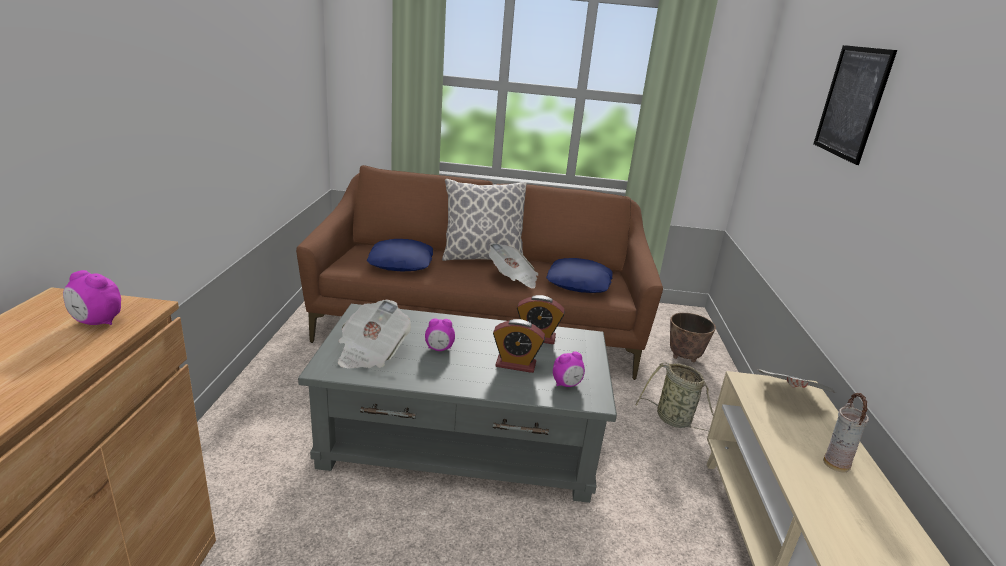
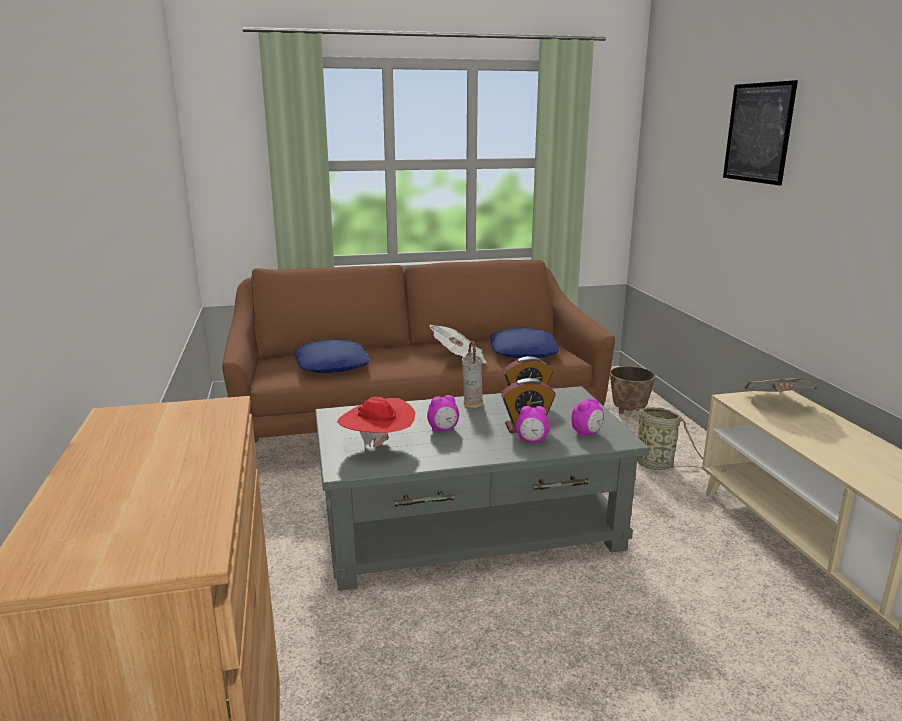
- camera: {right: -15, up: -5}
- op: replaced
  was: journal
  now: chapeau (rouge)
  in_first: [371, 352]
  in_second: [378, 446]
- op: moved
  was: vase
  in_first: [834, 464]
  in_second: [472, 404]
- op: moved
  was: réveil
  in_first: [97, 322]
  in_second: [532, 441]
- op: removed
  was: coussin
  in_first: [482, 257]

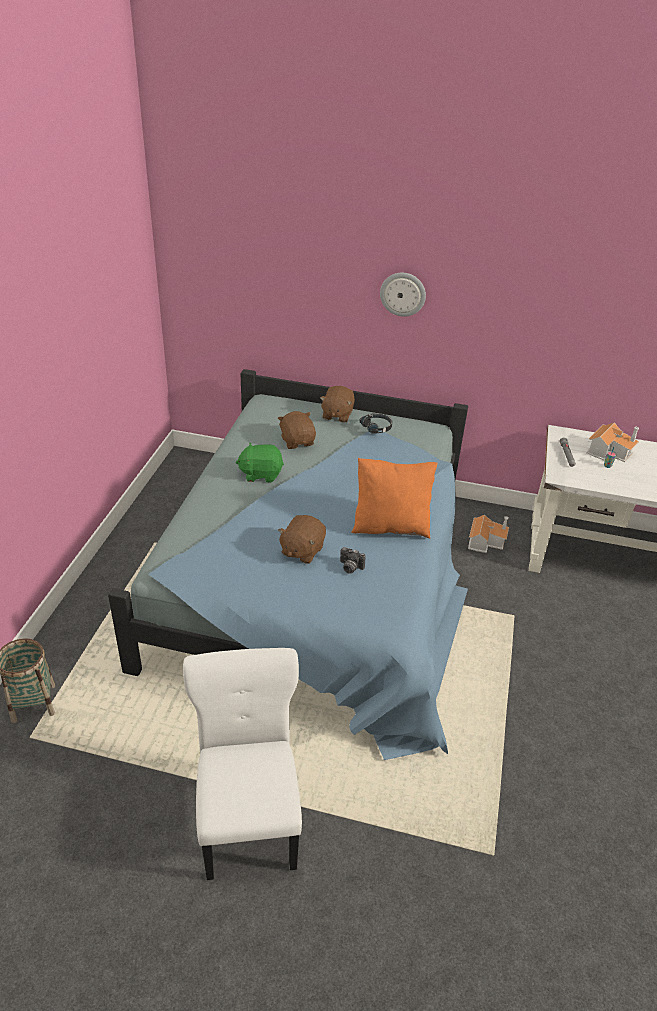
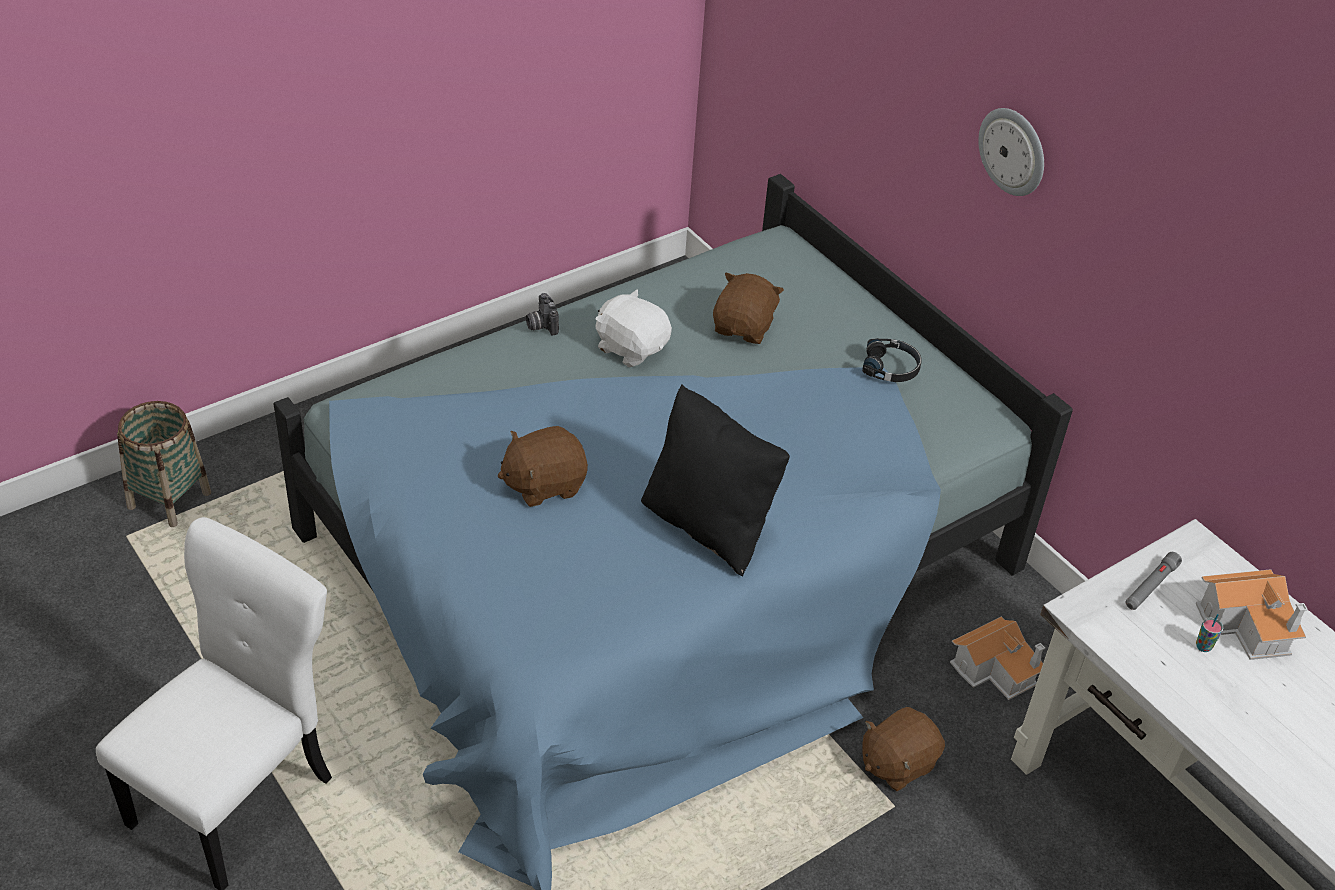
- camera: {right: 40, up: 5}
- op: moved
  was: appareil photo
  in_first: [350, 567]
  in_second: [541, 325]
- op: recoloured
  was: peluche (vert)
  now: peluche (blanc)
  in_first: [261, 474]
  in_second: [631, 348]
- op: recoloured
  was: coussin (orange)
  now: coussin (noir)
  in_first: [390, 526]
  in_second: [708, 525]
- op: moved
  was: peluche (marron)
  in_first: [337, 415]
  in_second: [897, 763]

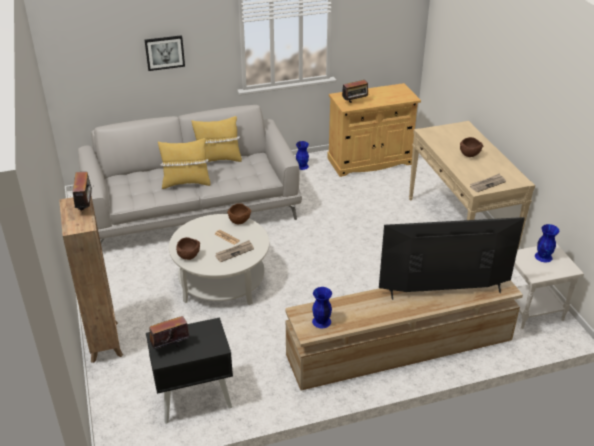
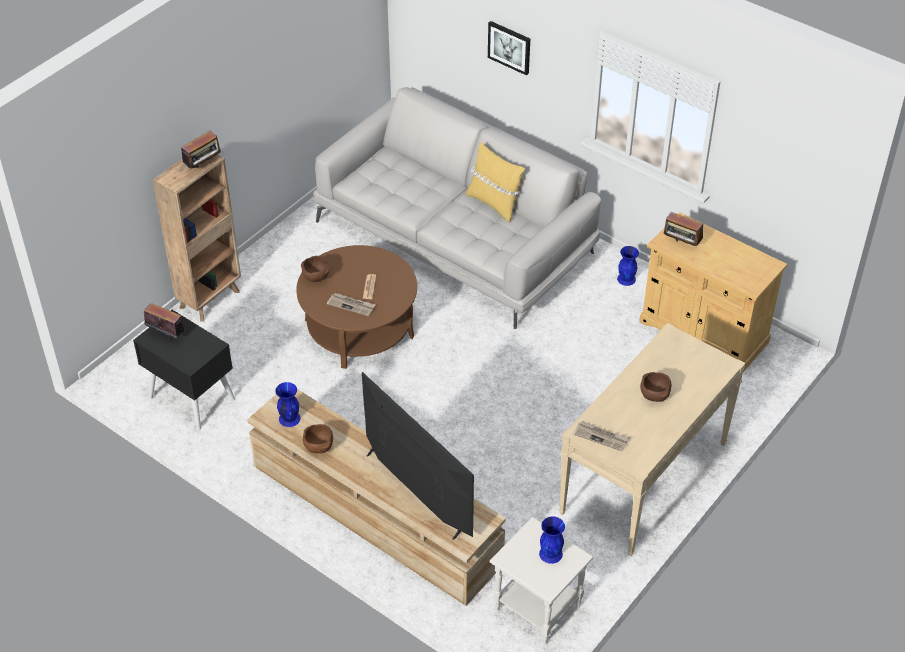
- camera: {right: 55, up: 10}
- op: recoloured
  was: table basse (blanc)
  now: table basse (marron)
  in_first: [222, 281]
  in_second: [359, 328]
- op: moved
  was: bol (marron)
  in_first: [239, 221]
  in_second: [319, 448]
- op: removed
  was: coussin (jaune)
  in_first: [186, 183]

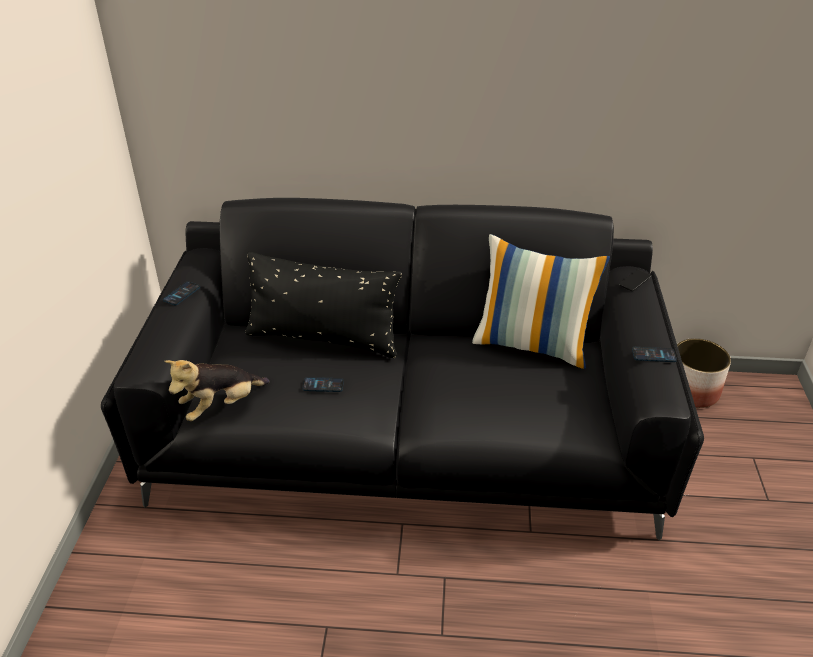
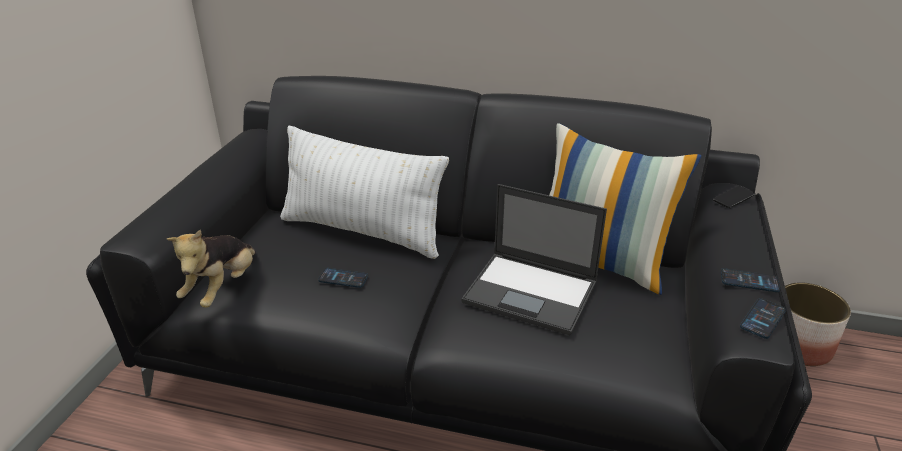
- camera: {right: 10, up: -5}
- op: turned
  was: peluche
  in_first: [221, 406]
  in_second: [222, 288]
  clockwise: -45
- op: recoloured
  was: coussin (noir)
  now: coussin (blanc)
  in_first: [323, 339]
  in_second: [362, 231]
- op: added
  now: ordinateur portable
  in_second: [532, 292]
- op: moved
  was: téléphone
  in_first: [181, 294]
  in_second: [762, 319]

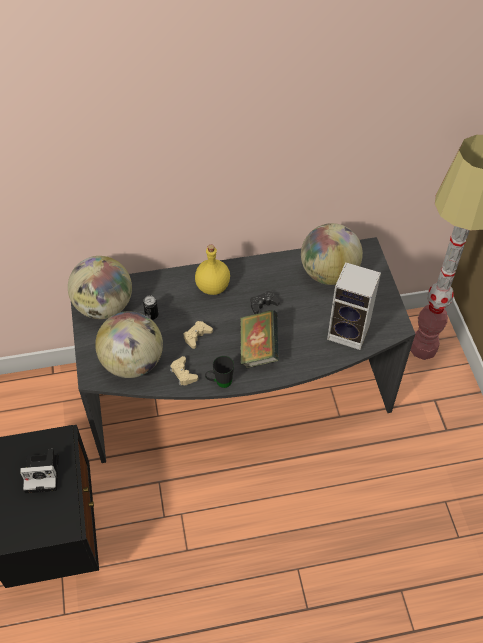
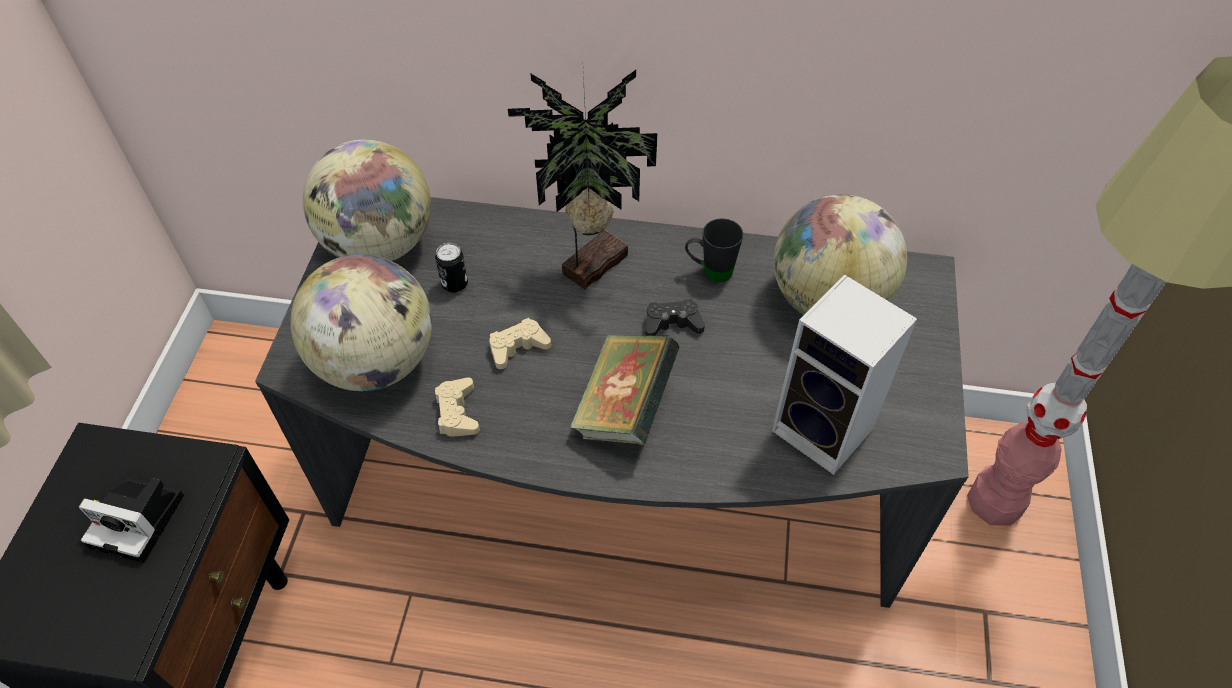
- camera: {right: 20, up: 0}
- op: replaced
  was: bouteille (jaune)
  now: plante en pot
  in_first: [212, 286]
  in_second: [590, 263]
- op: moved
  was: mug (noir)
  in_first: [219, 382]
  in_second: [710, 271]

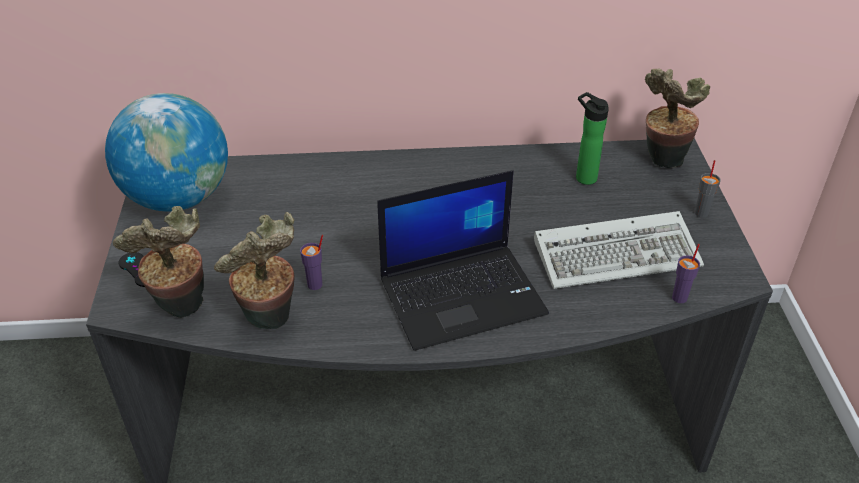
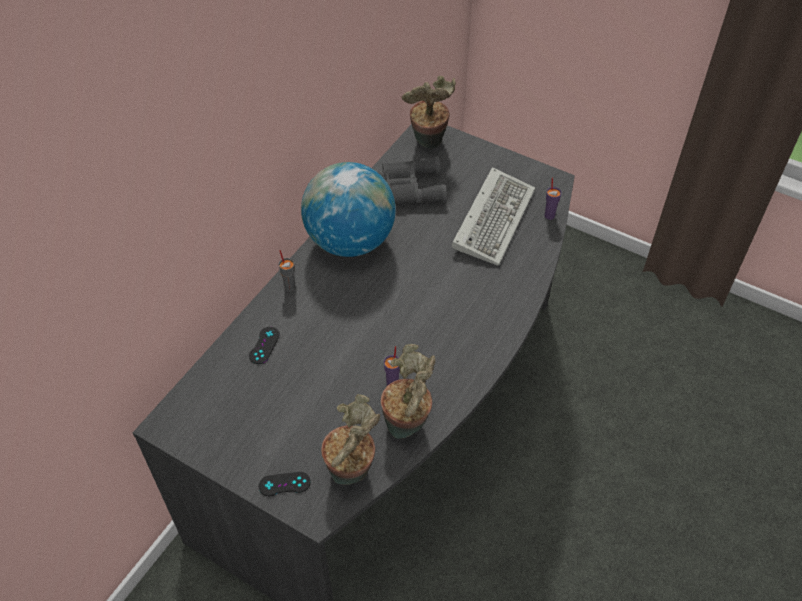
- camera: {right: -55, up: 10}
- op: added
  now: manette (noir)
  in_second: [264, 345]
- op: moved
  was: tasse (gris)
  in_first: [701, 213]
  in_second: [290, 286]
- op: moved
  was: globe
  in_first: [179, 198]
  in_second: [350, 241]
- op: replaced
  was: bouteille
  now: jumelles (gris)
  in_first: [583, 177]
  in_second: [409, 188]
- op: removed
  was: ordinateur portable
  in_first: [463, 294]

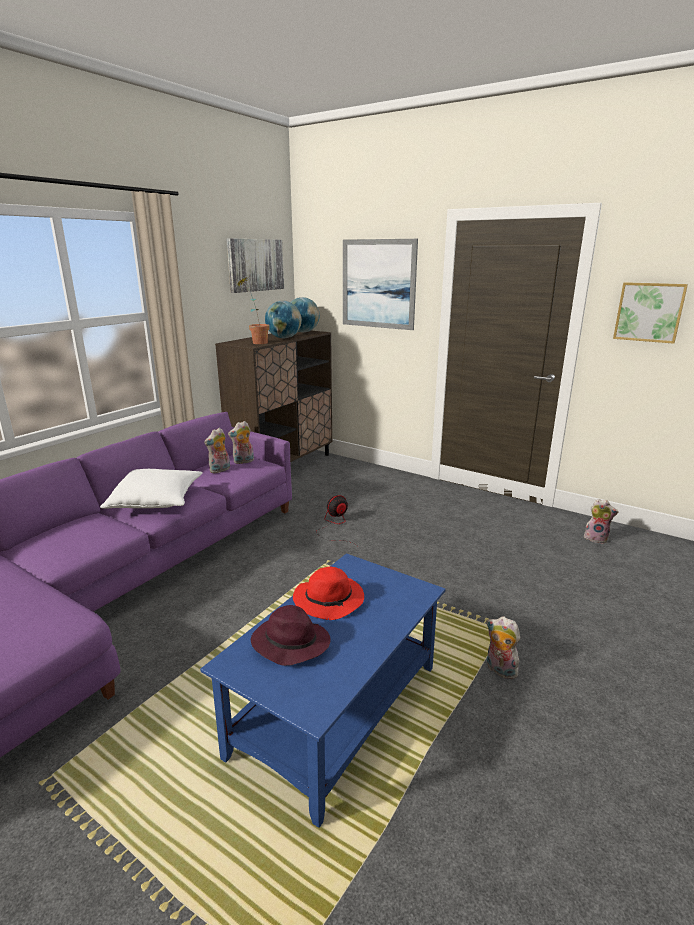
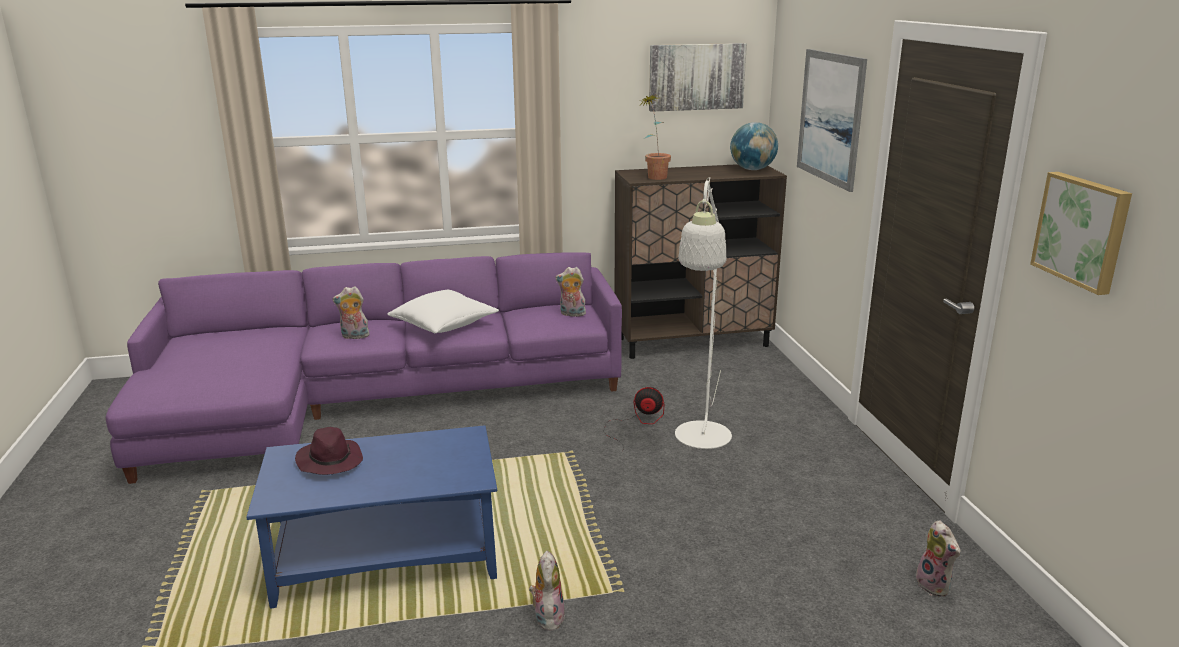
- camera: {right: 45, up: 0}
- op: moved
  was: peluche
  in_first: [220, 470]
  in_second: [354, 336]
- op: added
  now: lampadaire (blanc)
  in_second: [701, 442]
- op: removed
  was: globe
  in_first: [284, 338]
- op: removed
  was: chapeau (rouge)
  in_first: [330, 600]

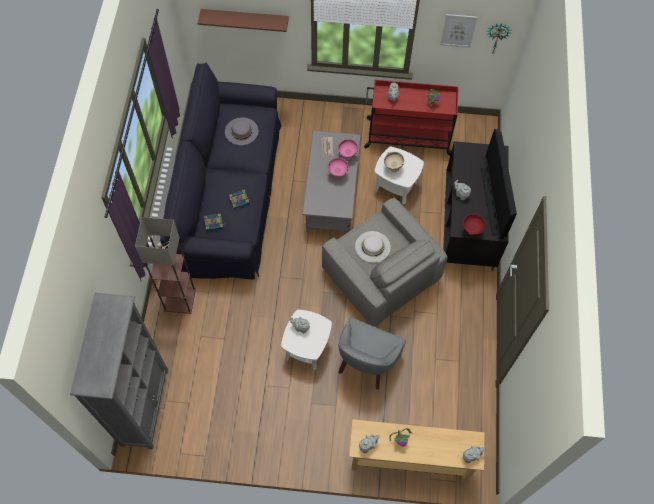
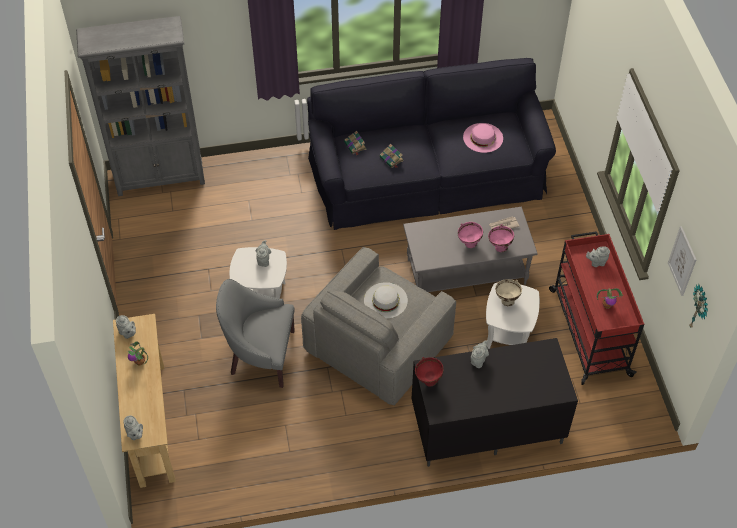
- camera: {right: 75, up: -10}
- op: recoloured
  was: chapeau (gris)
  now: chapeau (rose)
  in_first: [241, 131]
  in_second: [483, 137]
- op: removed
  was: lampadaire
  in_first: [179, 299]
- op: removed
  was: étagère (marron)
  in_first: [245, 19]
- op: removed
  was: téléviseur
  in_first: [493, 201]

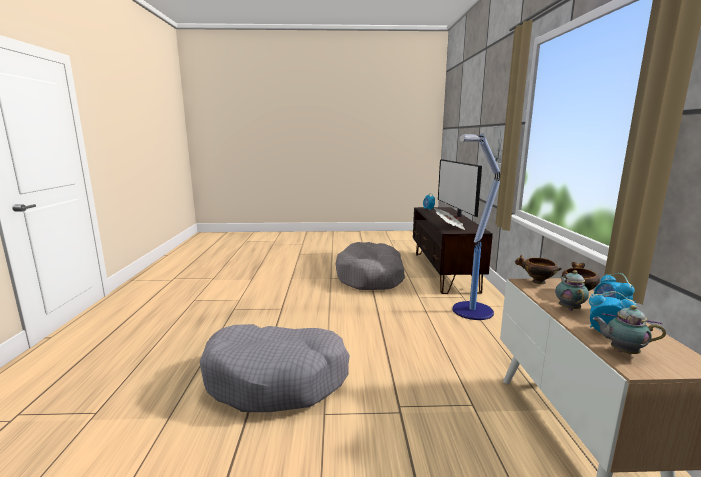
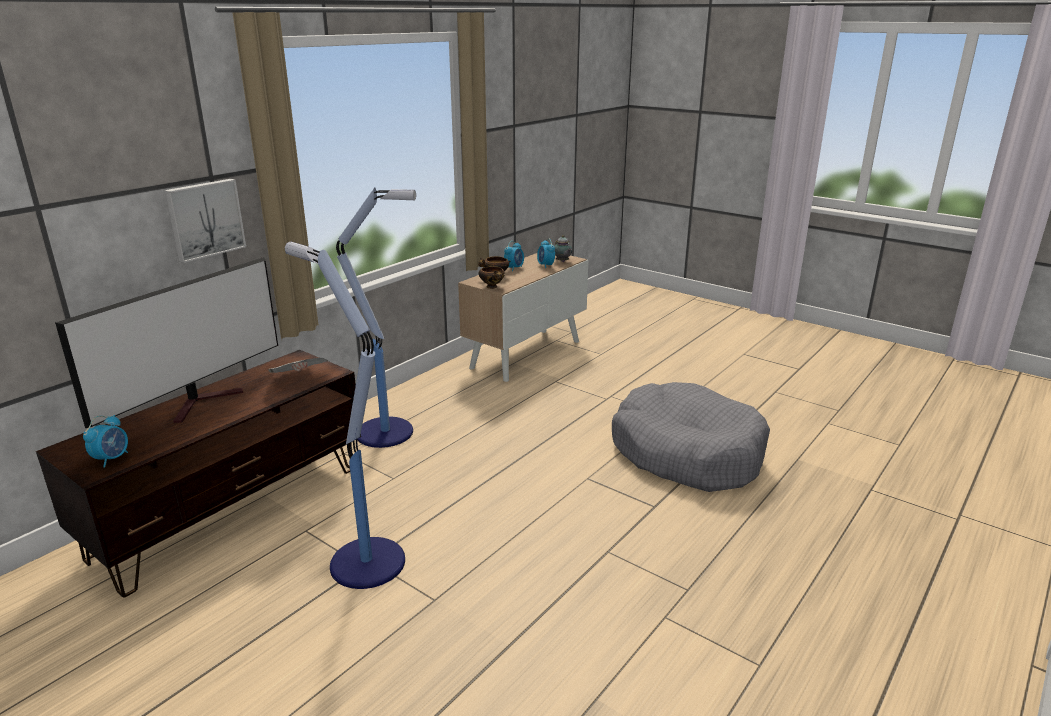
- camera: {right: -140, up: 10}
- op: replaced
  was: panier pour chien (gris)
  now: lampadaire
  in_first: [370, 277]
  in_second: [365, 561]
- op: removed
  was: théière
  in_first: [568, 308]

